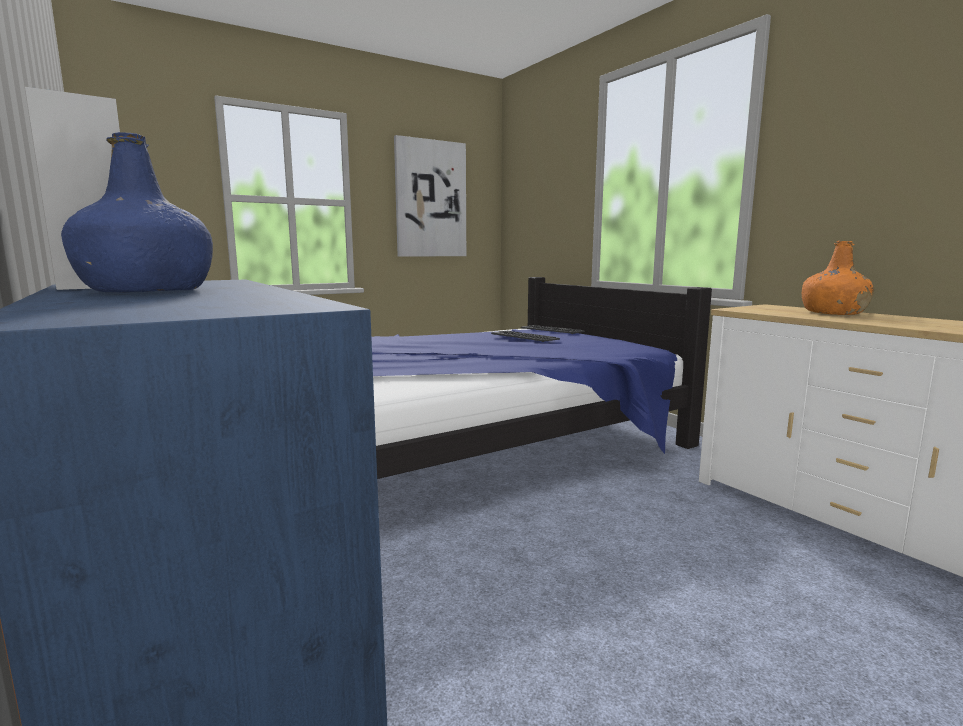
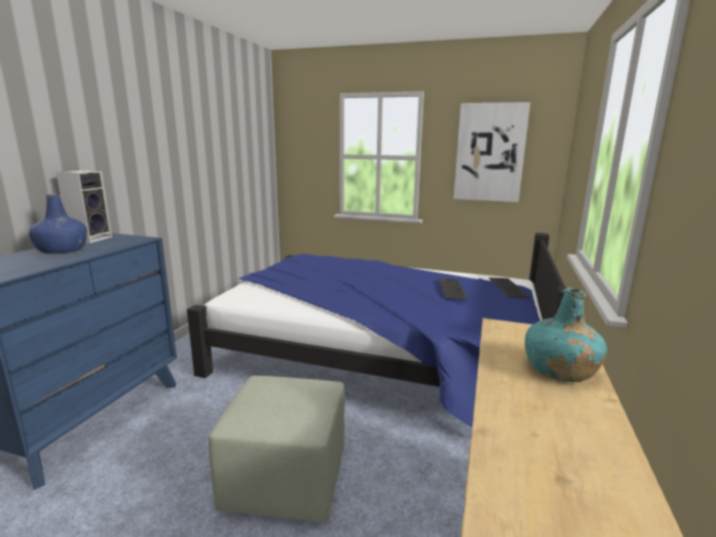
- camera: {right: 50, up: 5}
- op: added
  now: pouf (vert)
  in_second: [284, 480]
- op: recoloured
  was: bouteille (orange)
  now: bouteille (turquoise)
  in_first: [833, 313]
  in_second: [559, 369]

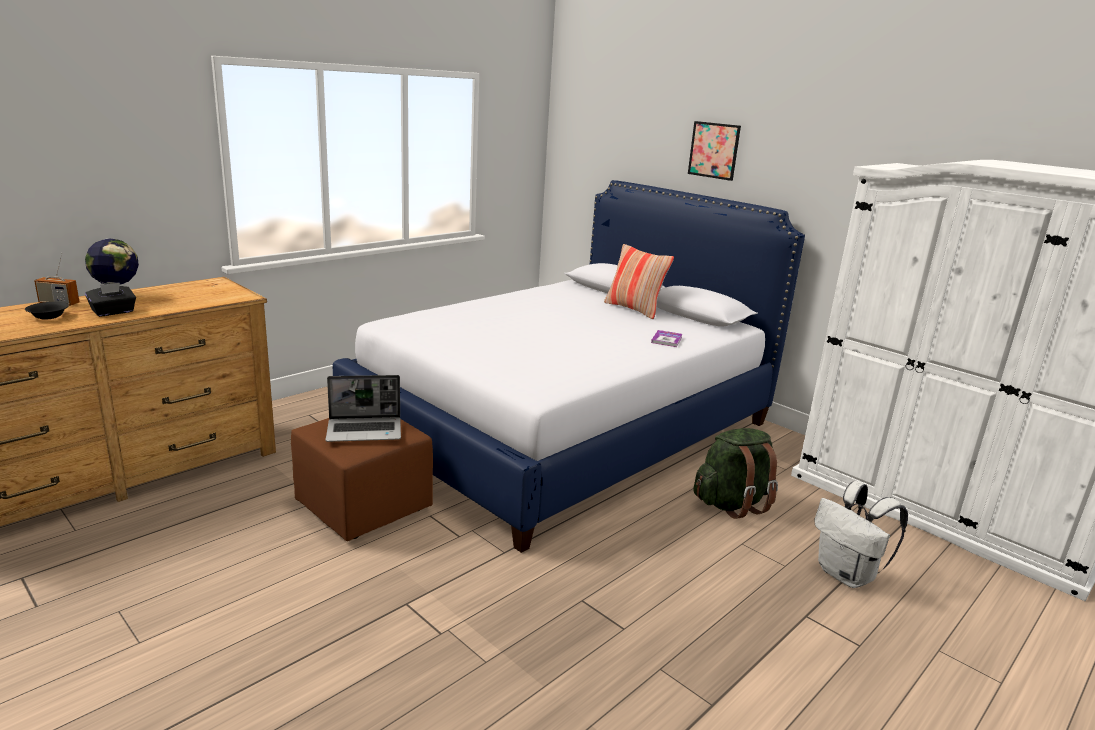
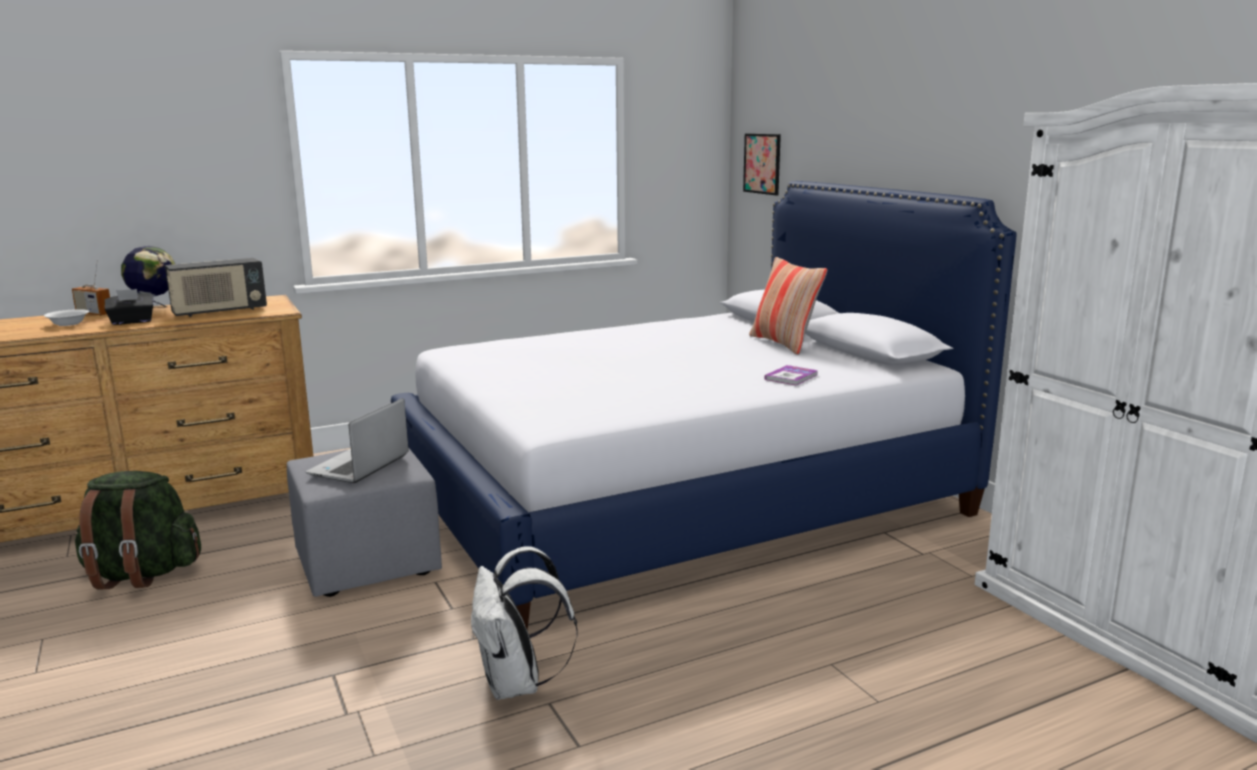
- camera: {right: 20, up: -5}
- op: recoloured
  was: bol (noir)
  now: bol (blanc)
  in_first: [48, 317]
  in_second: [68, 324]
- op: moved
  was: sac à dos (vert)
  in_first: [732, 504]
  in_second: [141, 574]
- op: added
  now: radio
  in_second: [219, 311]
- op: recoloured
  was: pouf (marron)
  now: pouf (gris)
  in_first: [365, 507]
  in_second: [368, 565]
- op: turned
  was: ordinateur portable
  in_first: [365, 431]
  in_second: [359, 466]
  clockwise: 105
- op: moved
  was: sac à dos (blanc)
  in_first: [847, 575]
  in_second: [517, 684]
- op: moved
  was: tableau
  in_first: [714, 150]
  in_second: [762, 163]

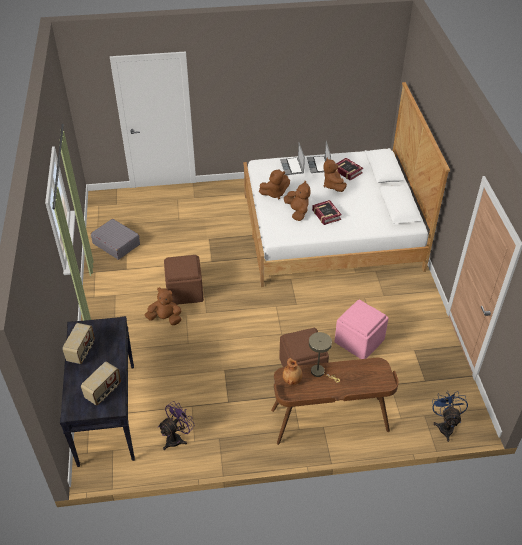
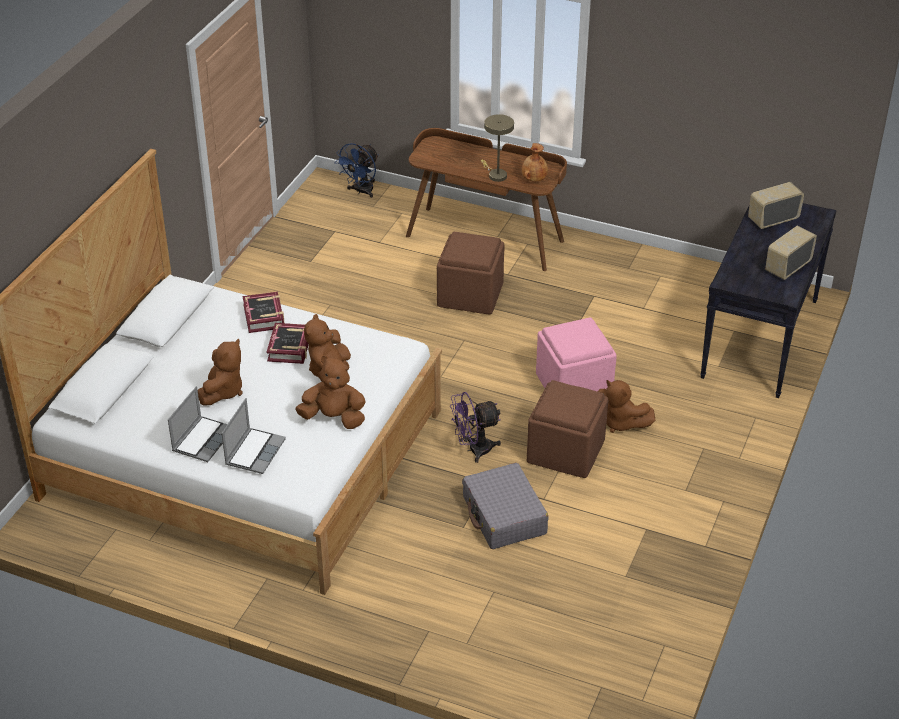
- camera: {right: -150, up: -5}
- op: moved
  was: livre
  in_first: [347, 171]
  in_second: [264, 316]
- op: moved
  was: ventilateur (violet)
  in_first: [177, 438]
  in_second: [474, 449]
- op: moved
  was: valise (gris)
  in_first: [116, 244]
  in_second: [504, 516]
- op: moved
  was: pouf (rose)
  in_first: [358, 341]
  in_second: [574, 385]

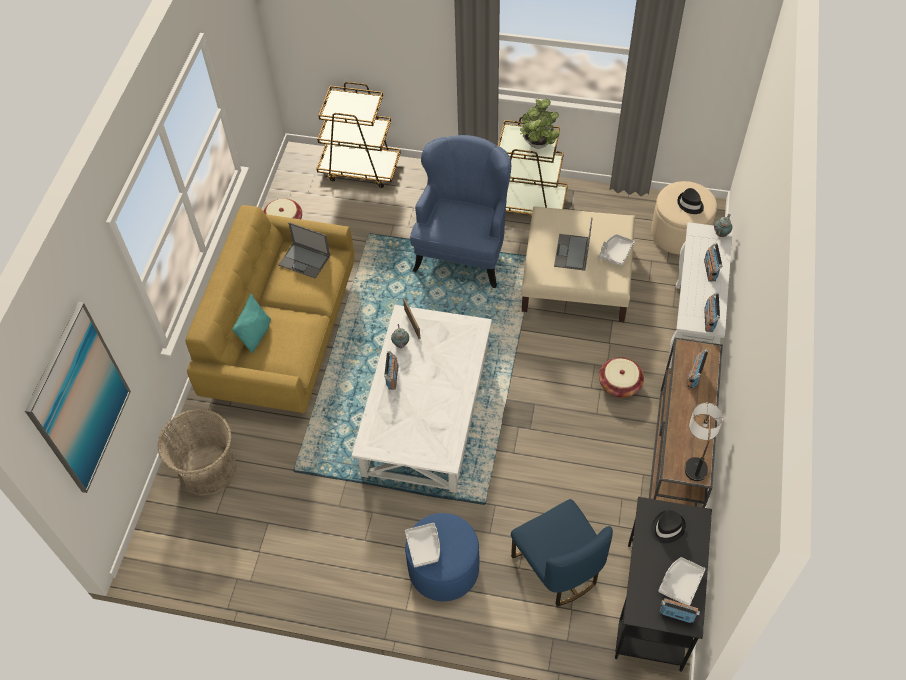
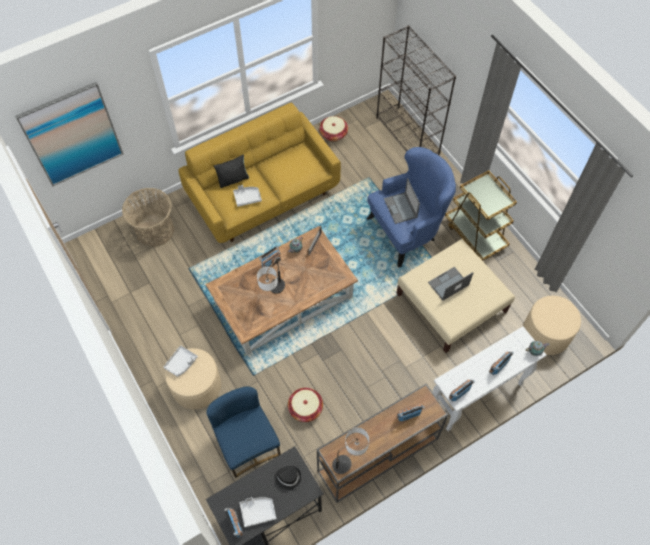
- camera: {right: 45, up: 5}
- op: recoloured
  was: pouf (bleu)
  now: pouf (beige)
  in_first: [443, 568]
  in_second: [196, 386]
- op: recoloured
  was: table basse (blanc)
  now: table basse (marron)
  in_first: [426, 410]
  in_second: [283, 298]
- op: turned
  was: chaise (bleu)
  in_first: [557, 568]
  in_second: [247, 444]
  clockwise: 135
- op: recoloured
  was: coussin (turquoise)
  now: coussin (noir)
  in_first: [255, 334]
  in_second: [233, 179]
- op: moved
  was: plateau (gris)
  in_first: [615, 253]
  in_second: [247, 198]
- op: added
  now: lampe de table
  in_second: [272, 292]
- op: moved
  was: panier
  in_first: [619, 384]
  in_second: [305, 408]
- op: replaced
  was: chariot (marron)
  now: bibliothèque (noir)
  in_first: [360, 168]
  in_second: [408, 136]
- op: moved
  was: ordinateur portable
  in_first: [305, 260]
  in_second: [400, 208]
- op: removed
  was: plante en pot
  in_first: [538, 145]
- op: removed
  was: chapeau (noir)
  in_first: [690, 204]

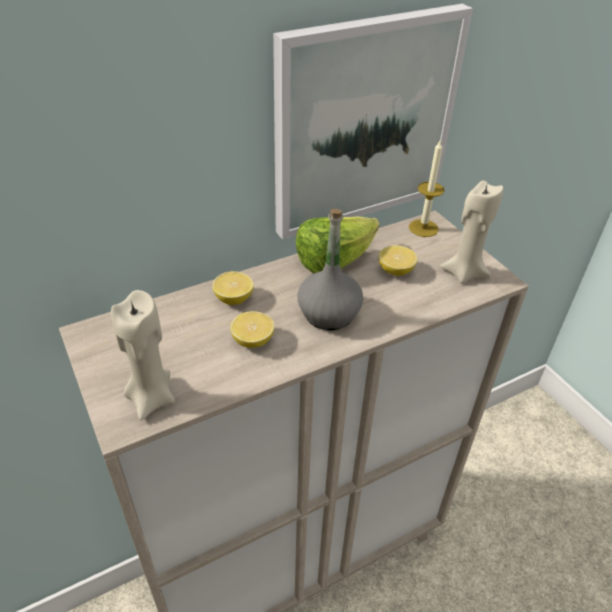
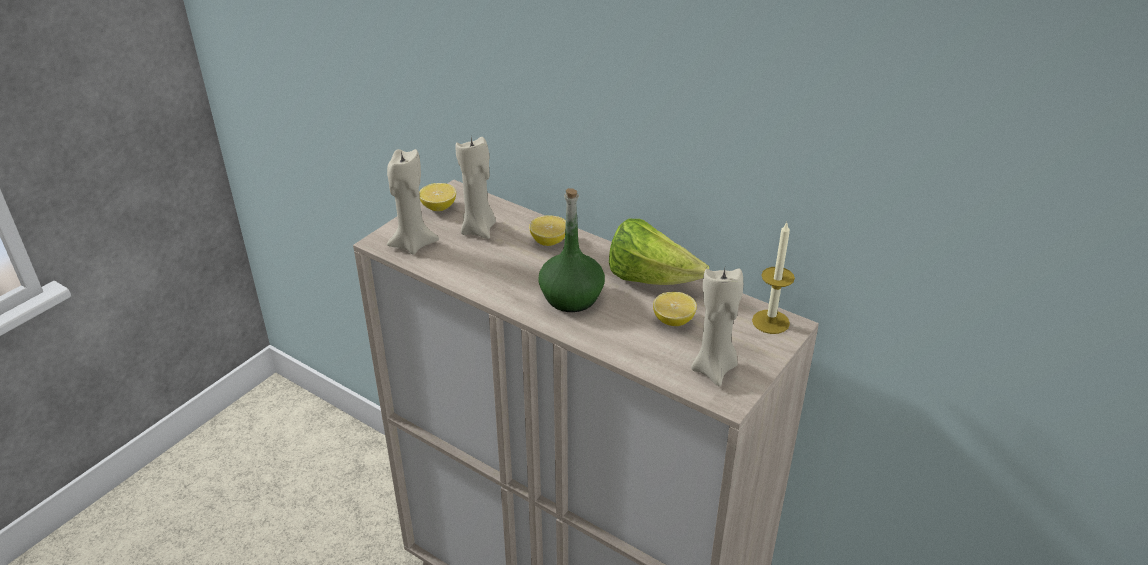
- camera: {right: 65, up: -5}
- op: moved
  was: citron
  in_first: [253, 341]
  in_second: [439, 207]
- op: added
  now: bougie (beige)
  in_second: [479, 229]
- op: recoloured
  was: bouteille (gris)
  now: bouteille (vert)
  in_first: [328, 314]
  in_second: [571, 297]
- op: removed
  was: tableau
  in_first: [364, 123]

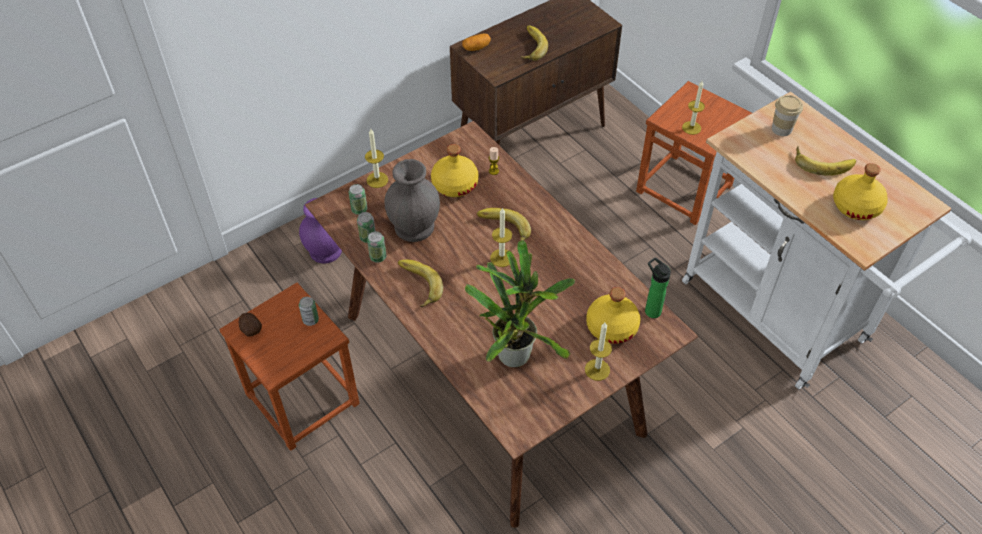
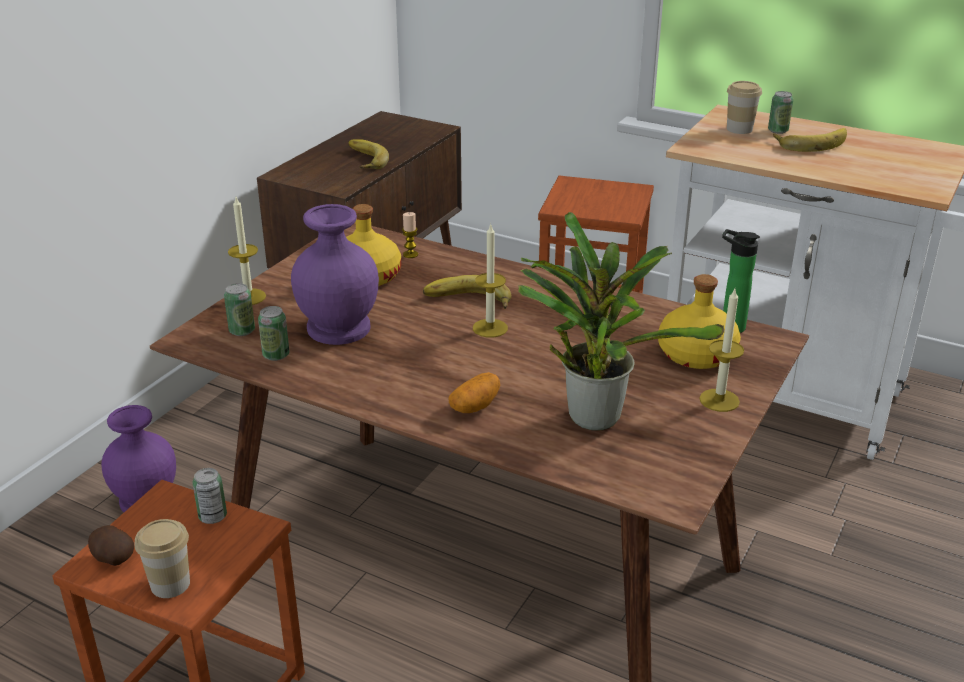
- camera: {right: -25, up: -20}
- op: added
  now: tasse
  in_second: [170, 584]
- op: recoloured
  was: vase (gris)
  now: vase (violet)
  in_first: [414, 227]
  in_second: [339, 328]
- op: moved
  was: pomme de terre
  in_first: [476, 48]
  in_second: [475, 406]
- op: moved
  was: boîte métallique
  in_first: [378, 257]
  in_second: [778, 131]
- op: removed
  was: banane
  in_first: [417, 285]
- op: removed
  was: bougie
  in_first: [691, 128]
- op: removed
  was: bouteille (jaune)
  in_first: [856, 205]

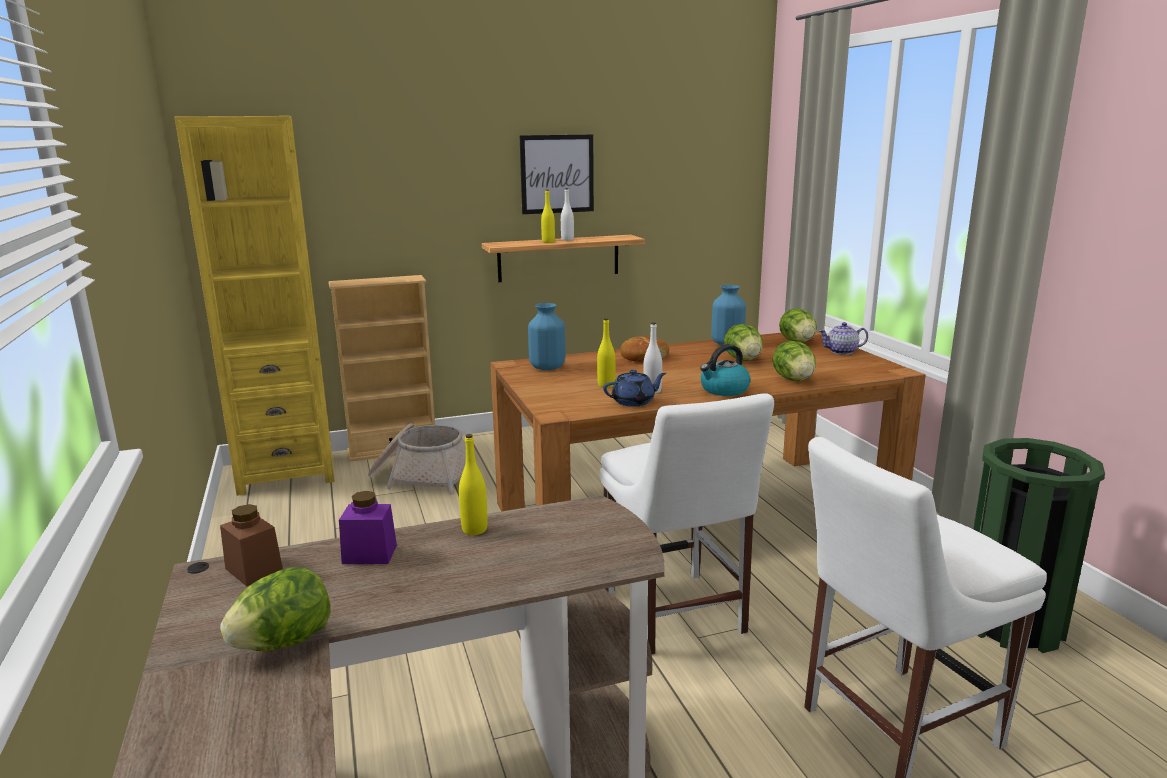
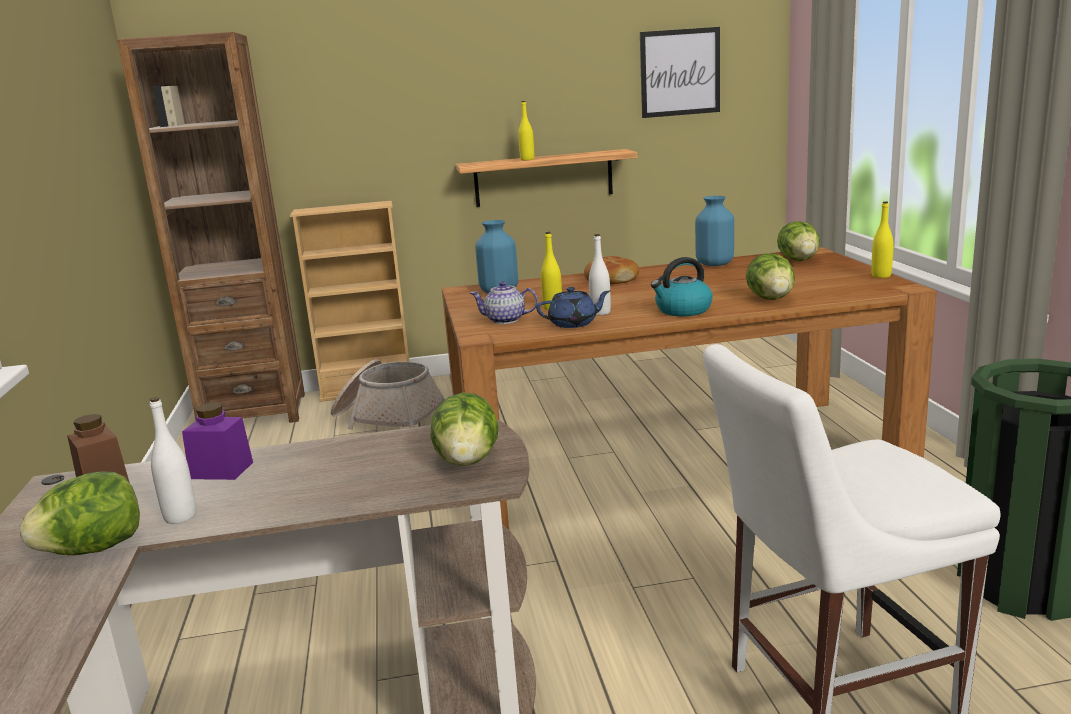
- camera: {right: 10, up: 0}
- op: recoloured
  was: bibliothèque (jaune)
  now: bibliothèque (marron)
  in_first: [287, 473]
  in_second: [254, 413]
- op: moved
  was: bouteille (blanc)
  in_first: [567, 239]
  in_second: [180, 517]
- op: moved
  was: laitue
  in_first: [743, 360]
  in_second: [467, 461]
- op: moved
  was: théière
  in_first: [842, 352]
  in_second: [506, 320]
- op: moved
  was: tableau
  in_first: [557, 174]
  in_second: [680, 72]
- op: moved
  was: bouteille (jaune)
  in_first: [474, 529]
  in_second: [881, 276]
- op: removed
  was: chaise (blanc)
  in_first: [676, 616]

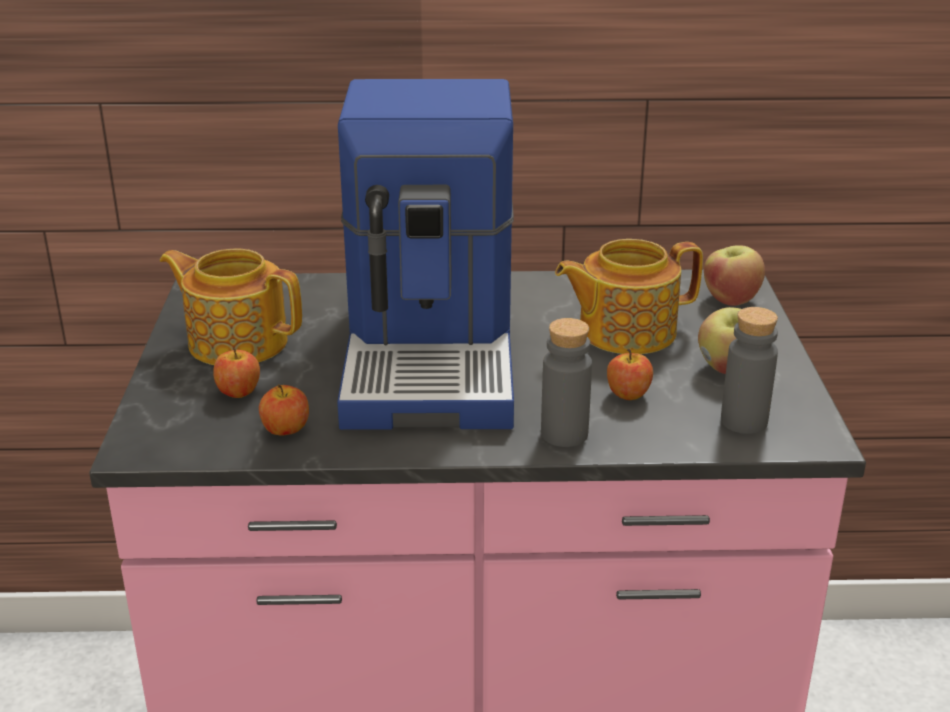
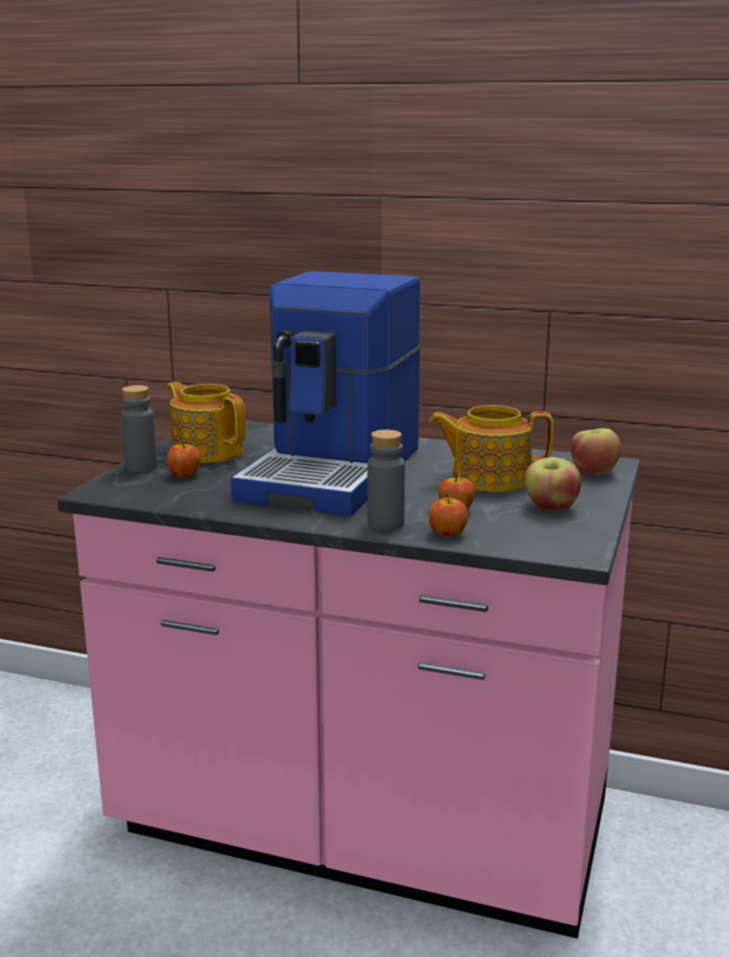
- camera: {right: 20, up: -10}
- op: moved
  was: bouteille (gris)
  in_first: [744, 421]
  in_second: [141, 467]
- op: moved
  was: pomme
  in_first: [285, 429]
  in_second: [447, 533]

